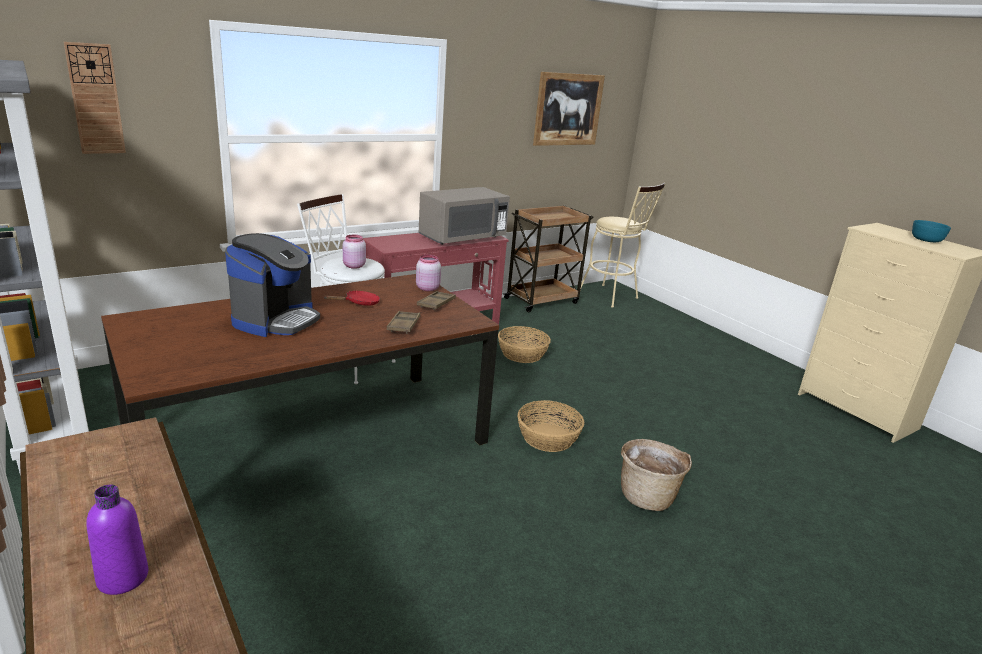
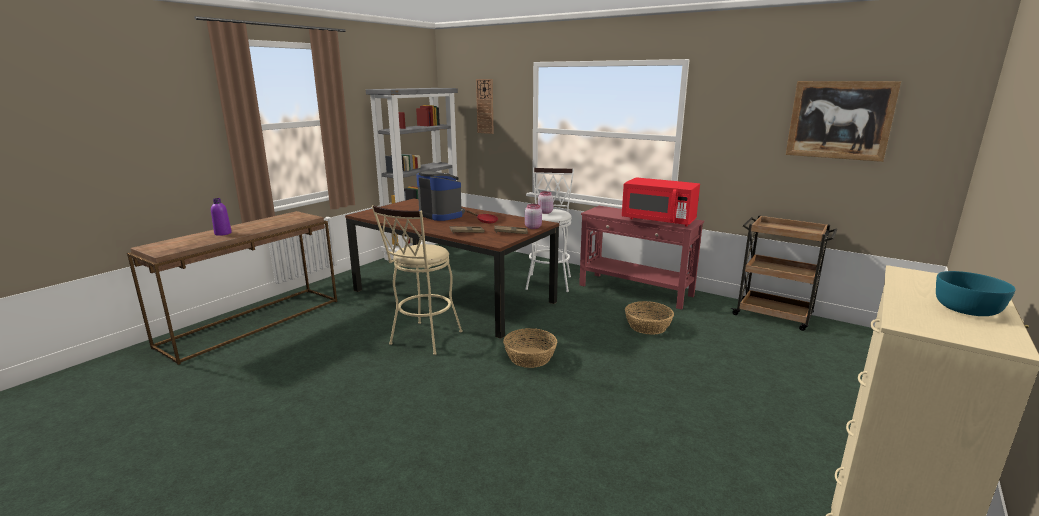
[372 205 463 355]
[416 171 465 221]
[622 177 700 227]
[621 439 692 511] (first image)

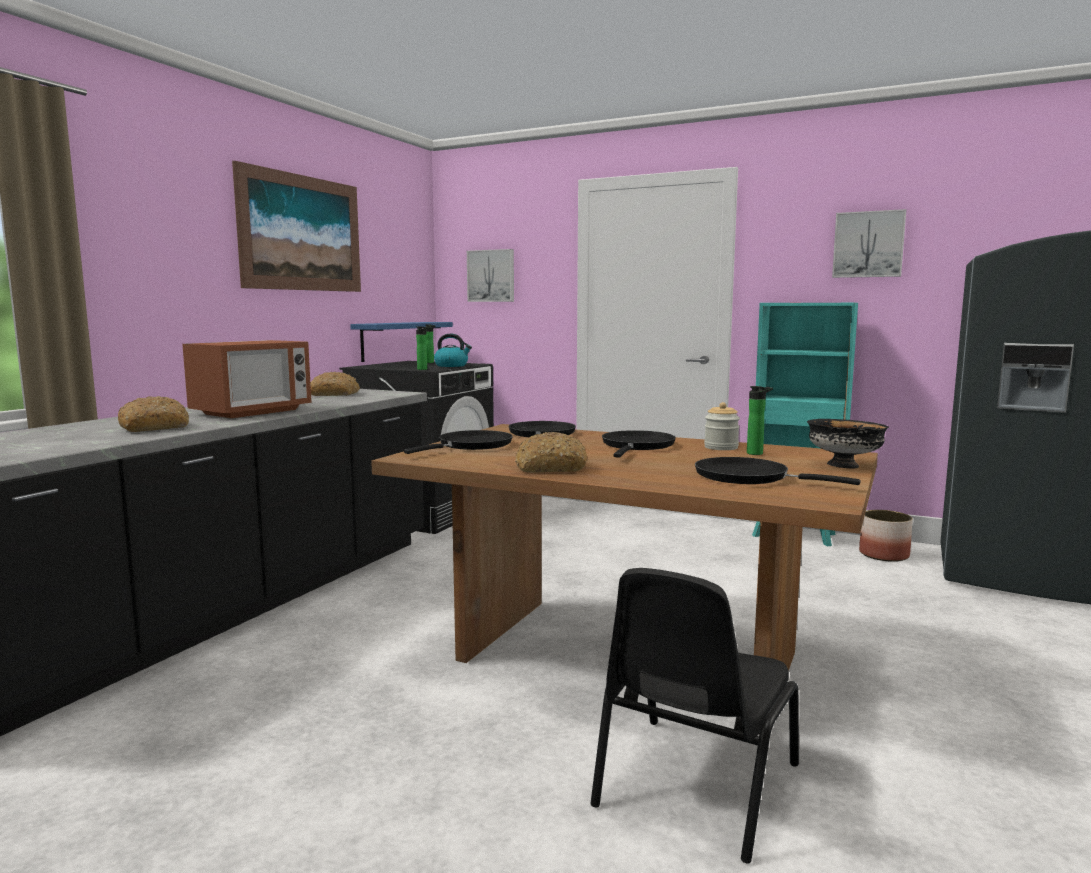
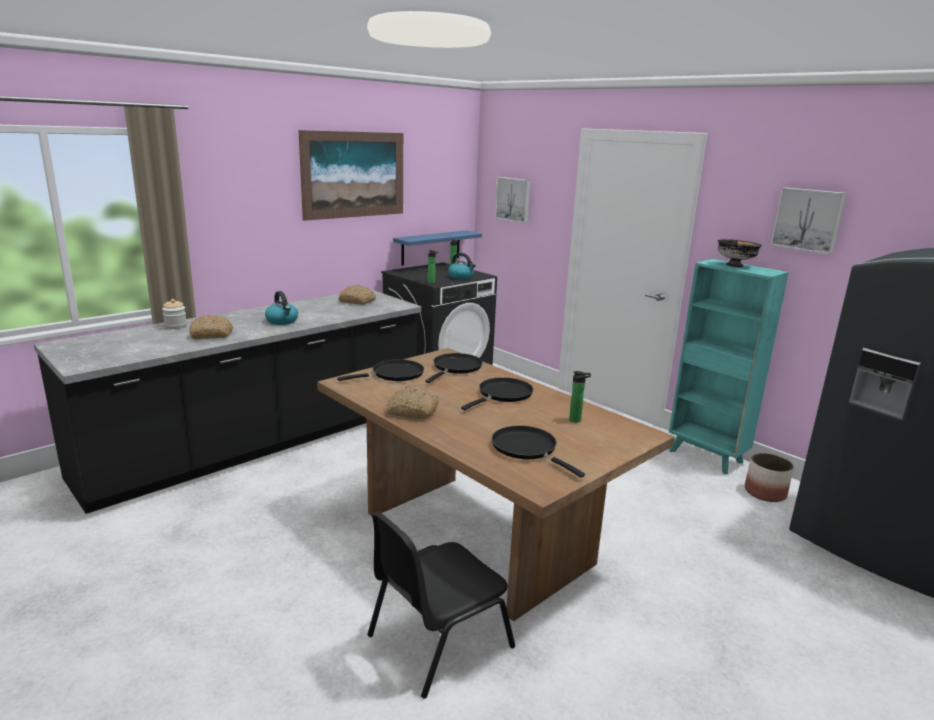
[162 299 187 329]
[265 291 298 325]
[718 239 762 267]

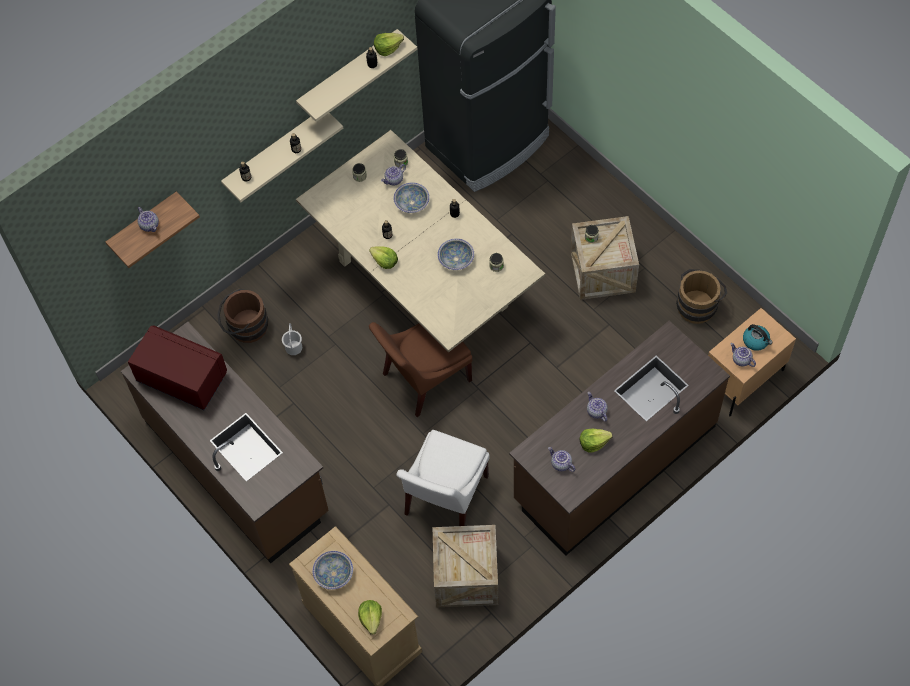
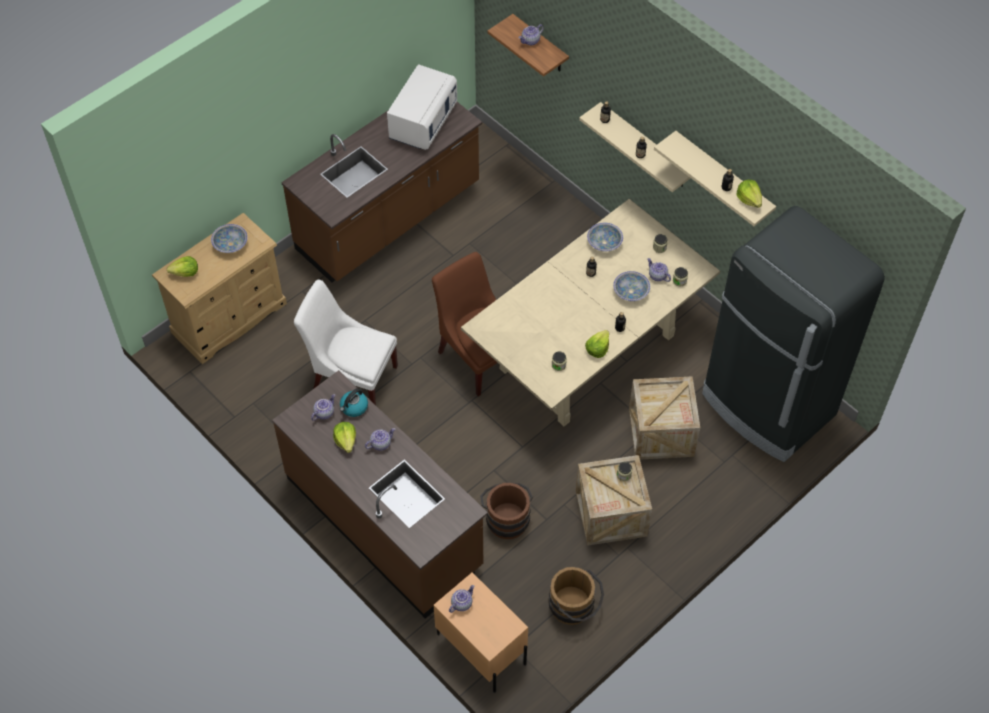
[340 388 368 417]
[387 64 457 150]
[480 483 533 539]
[585 330 609 358]
[587 223 623 251]
[629 376 700 460]
[282 323 302 355] (first image)

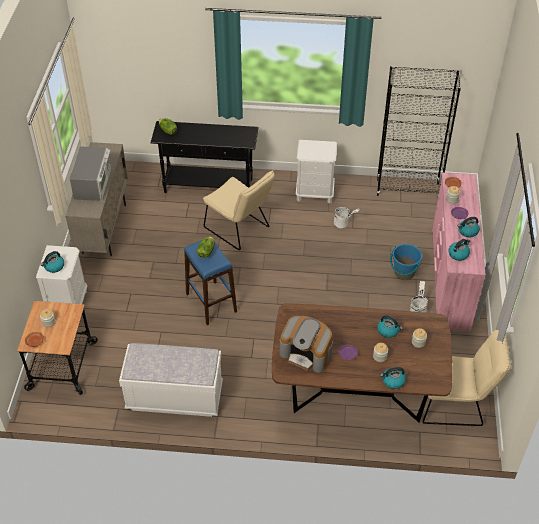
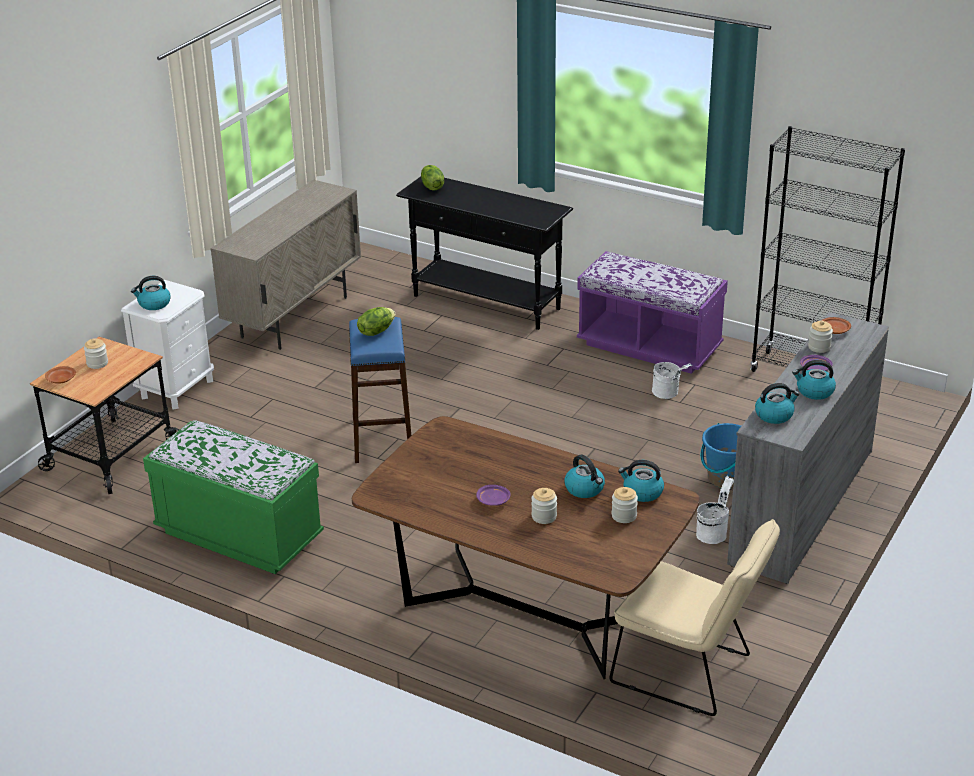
[143 420 324 574]
[577 251 728 374]
[618 460 664 502]
[727 312 889 584]
[69 146 111 201] (first image)
[203 171 275 250] (first image)
[280 316 333 373] (first image)

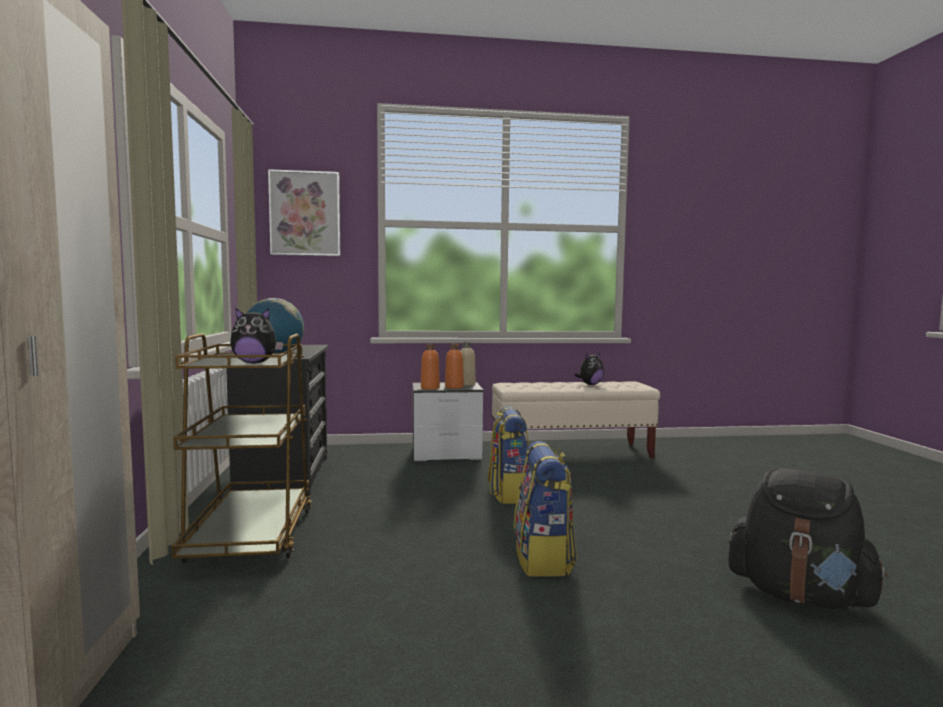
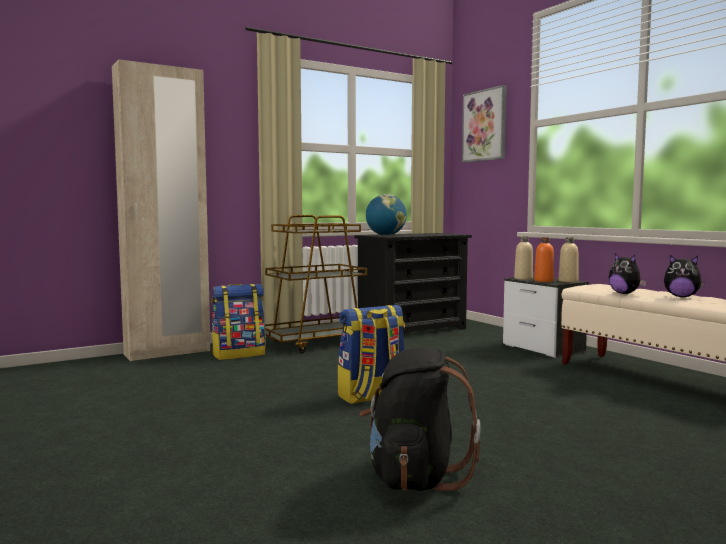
[211 284 266 360]
[514 236 533 280]
[609 254 647 294]

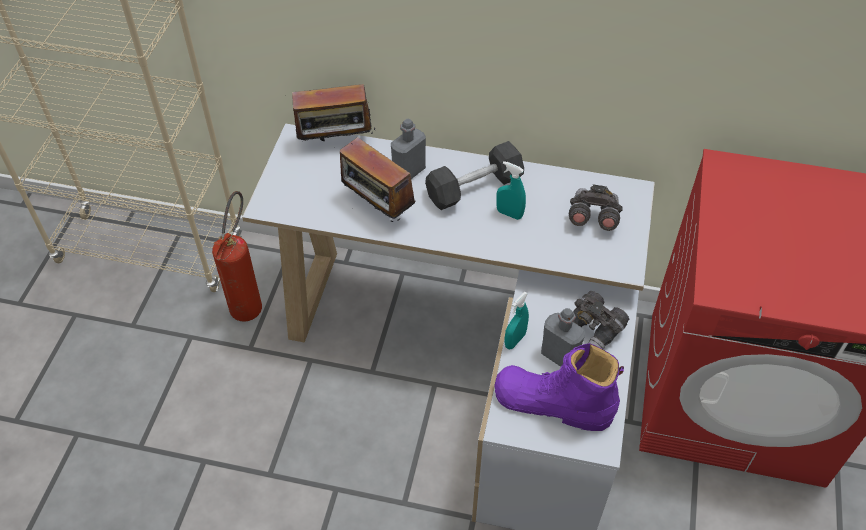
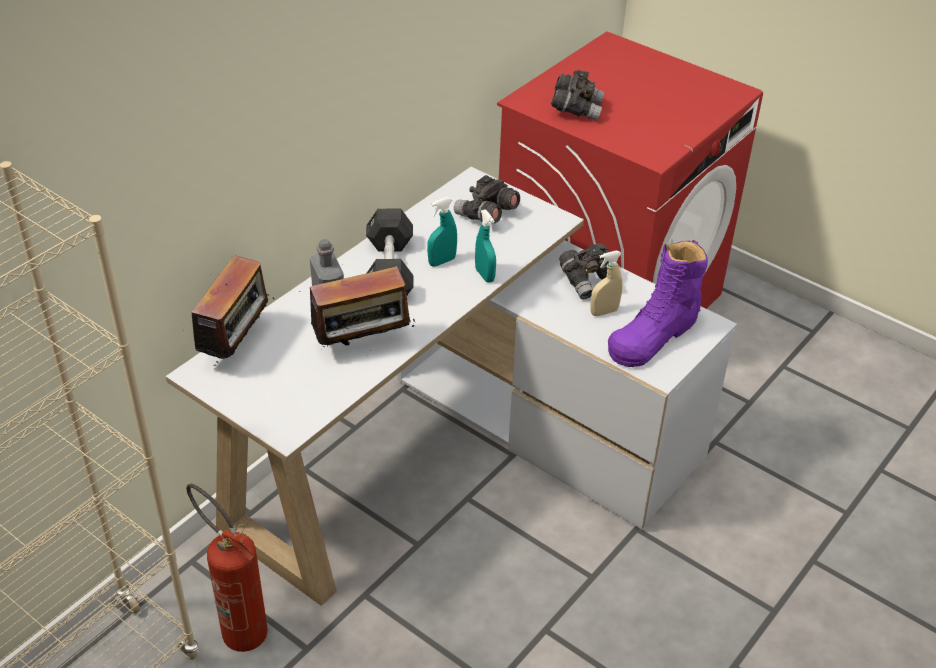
[475 209 496 283]
[551 70 605 121]
[591 250 623 316]

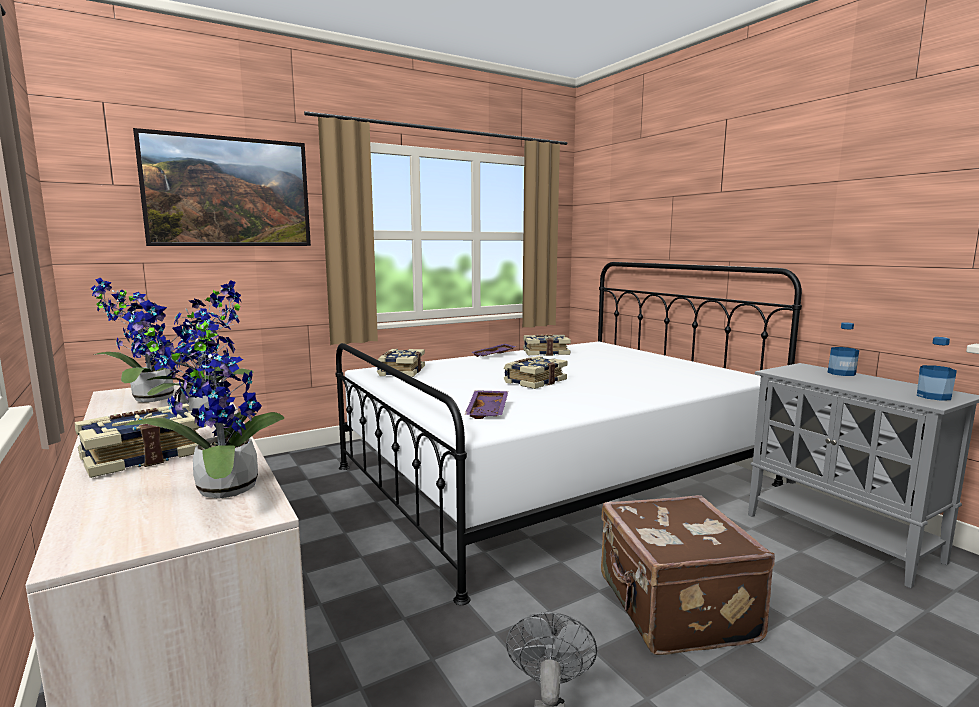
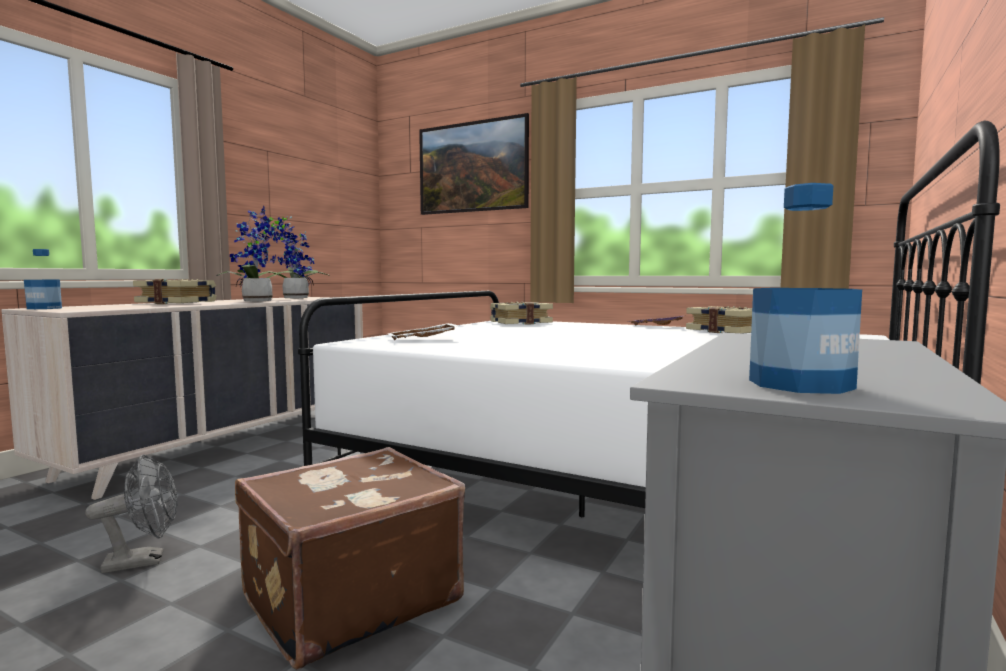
[24 249 62 309]
[388 323 459 340]
[122 300 284 499] (first image)
[504 356 567 389] (first image)

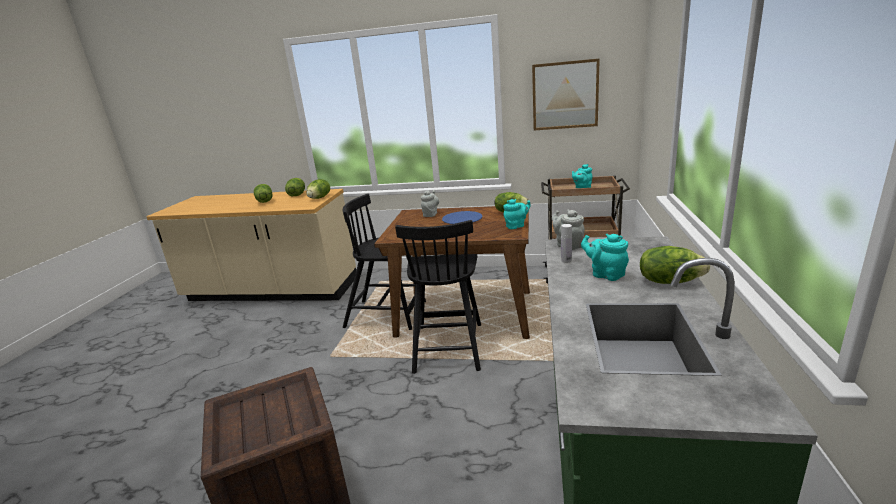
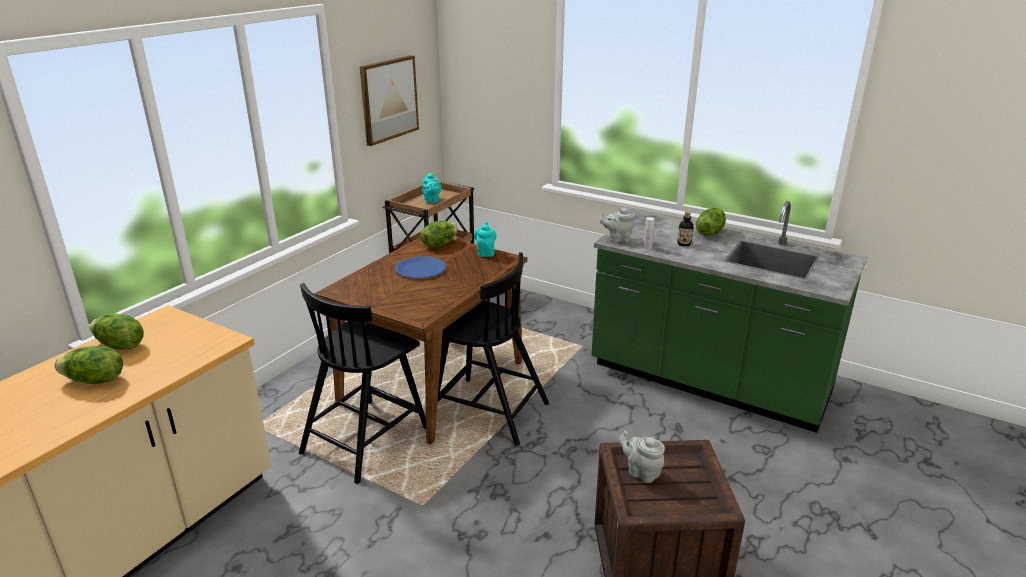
[619 431 665 483]
[677 211 693 246]
[306 179 330 199] (first image)

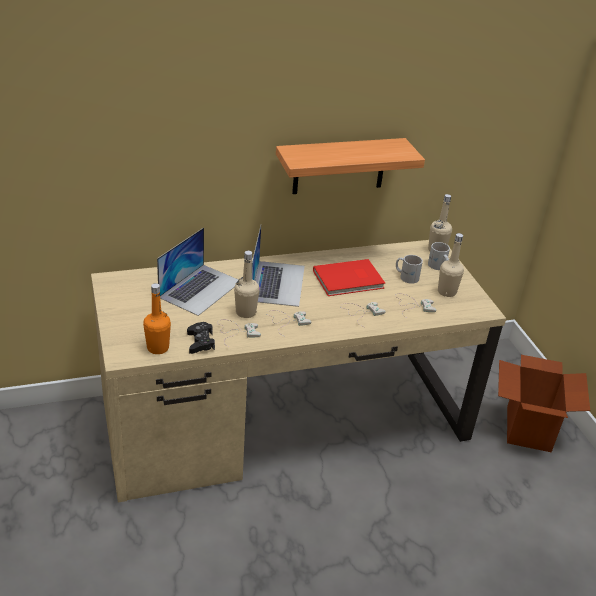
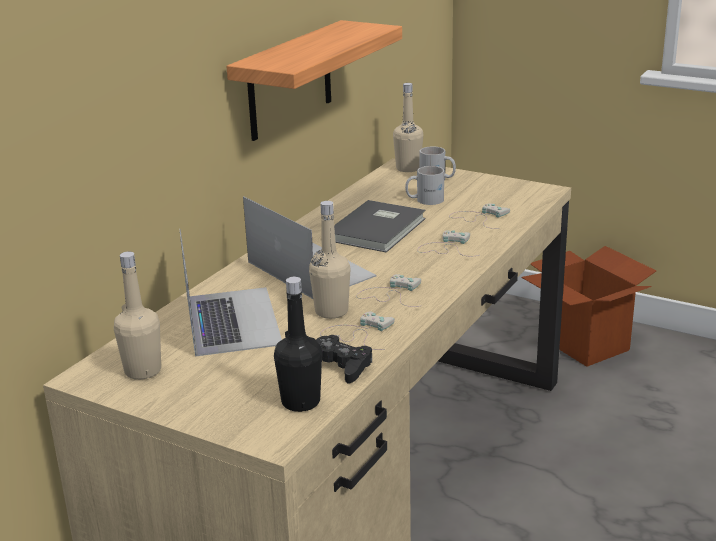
[114 252 161 380]
[274 277 322 412]
[334 200 426 252]

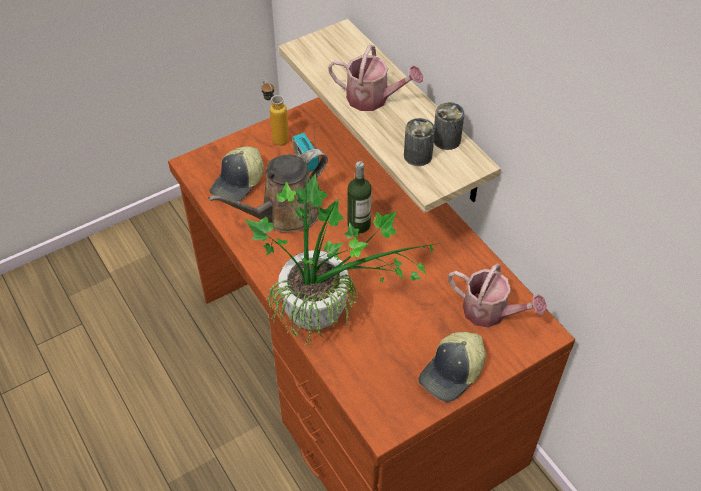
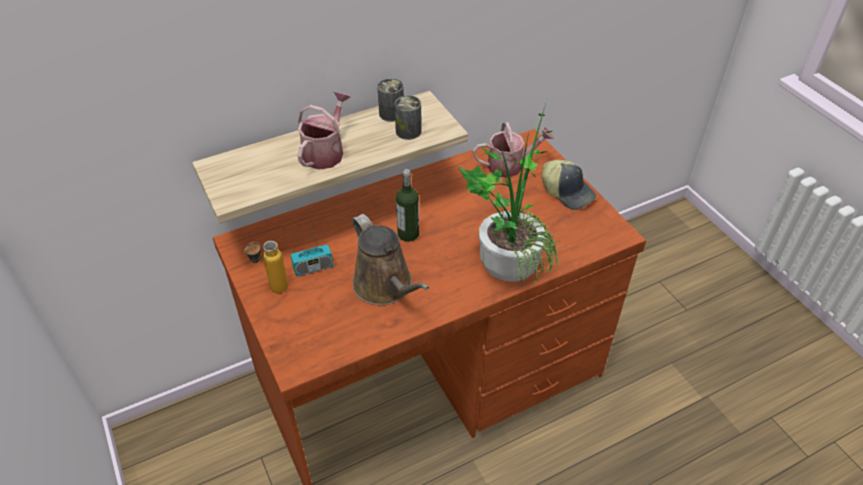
[473 122 554 178]
[210 146 264 202] (first image)

